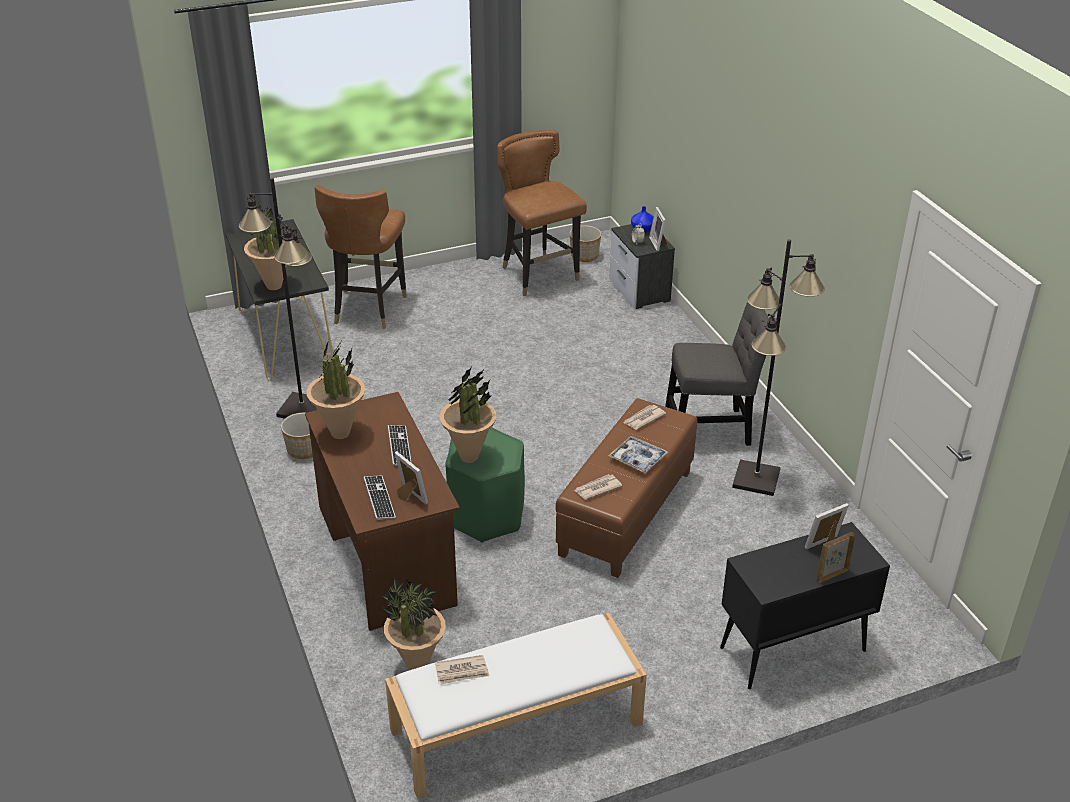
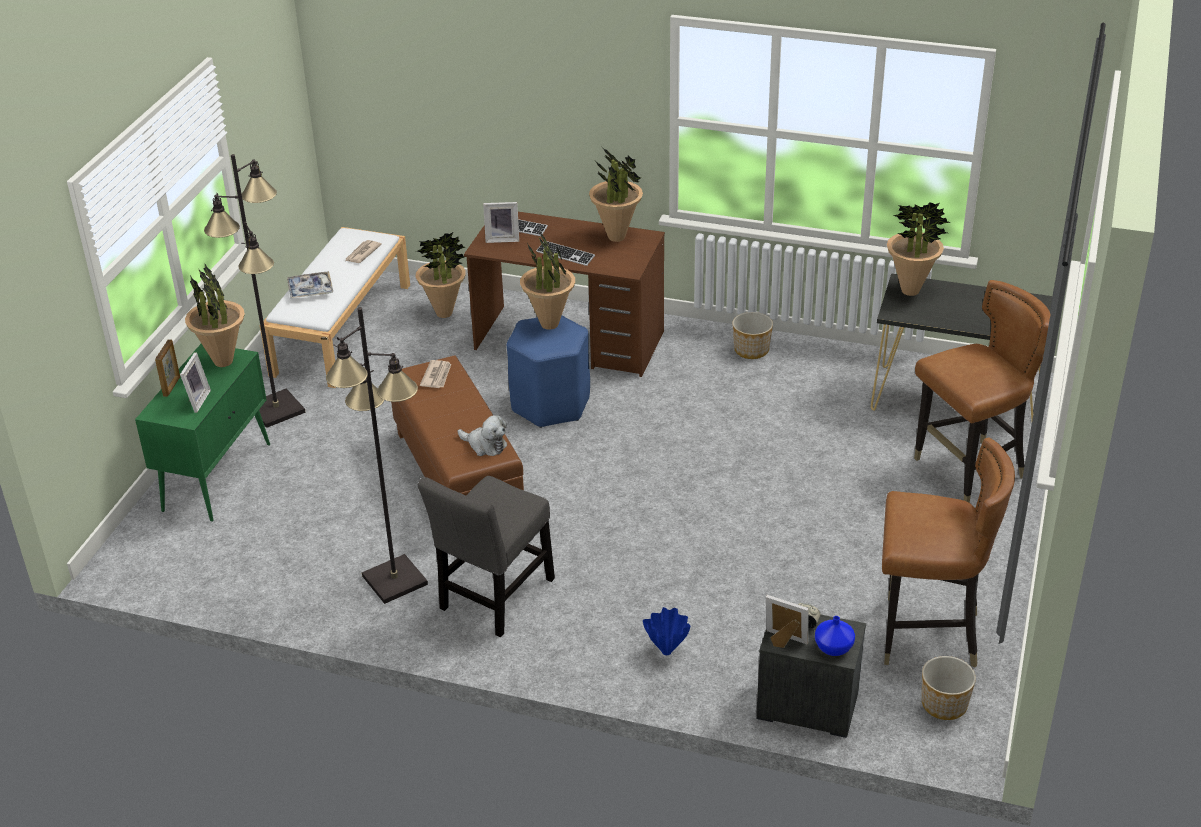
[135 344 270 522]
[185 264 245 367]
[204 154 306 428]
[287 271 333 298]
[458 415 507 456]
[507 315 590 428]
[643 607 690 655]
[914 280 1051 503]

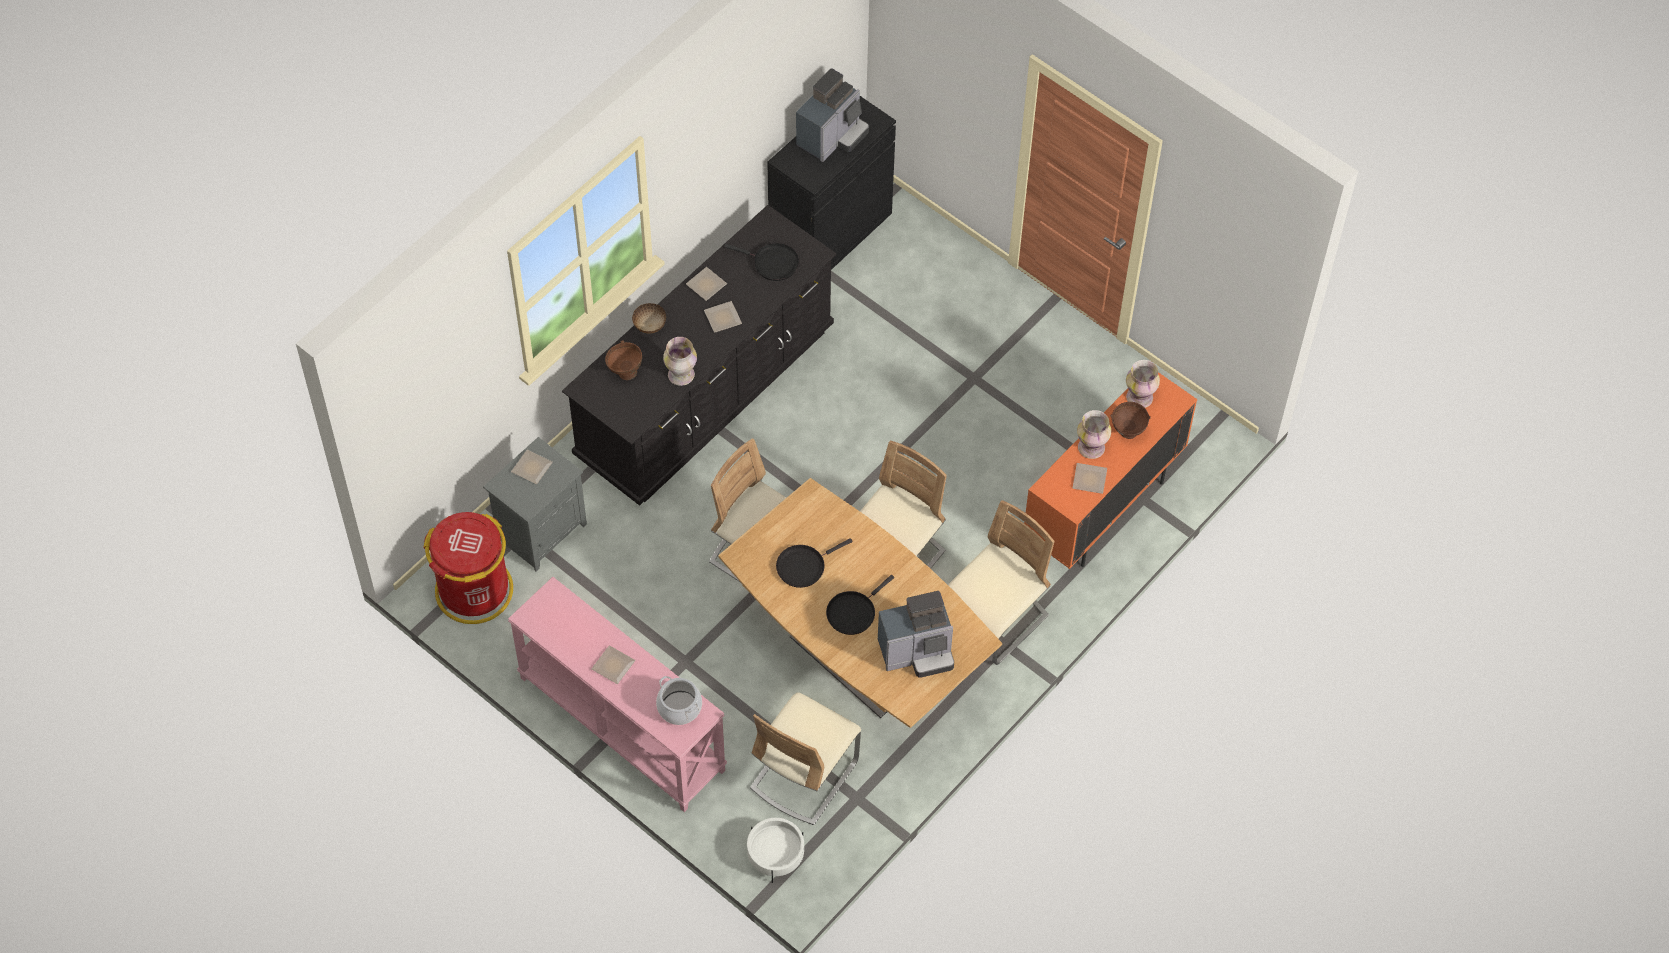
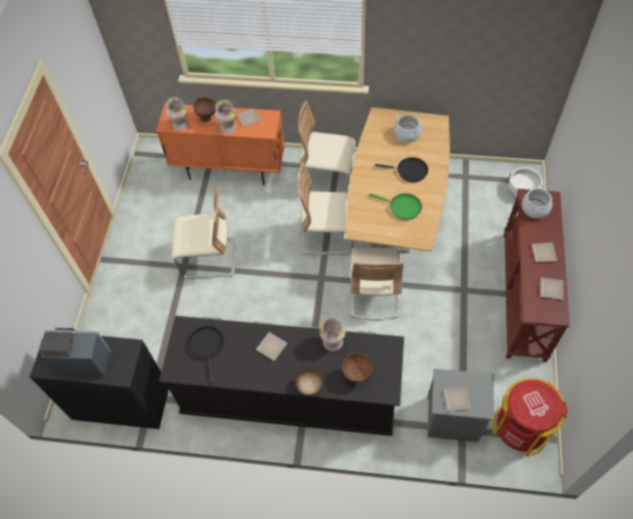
[172 184 237 279]
[369 193 422 220]
[394 114 422 142]
[504 189 570 362]
[540 278 563 300]

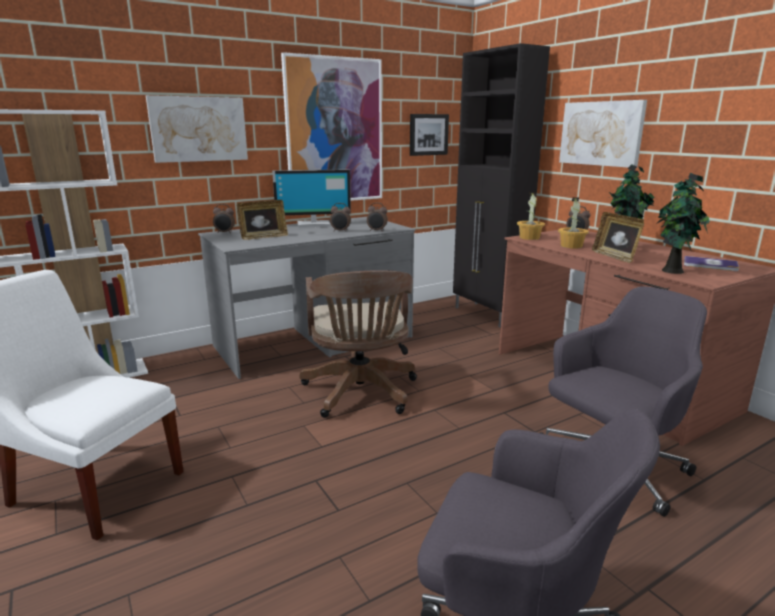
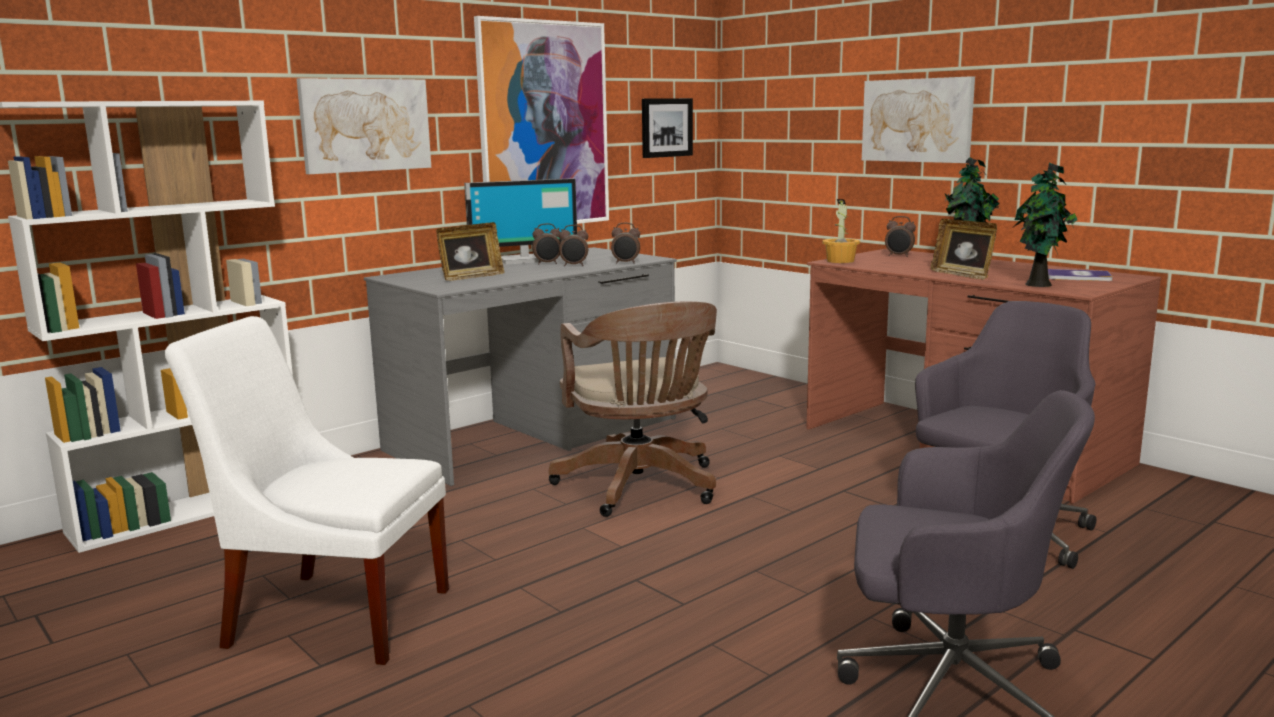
[532 223 560 264]
[453 43 550 328] (first image)
[558 197 589 248] (first image)

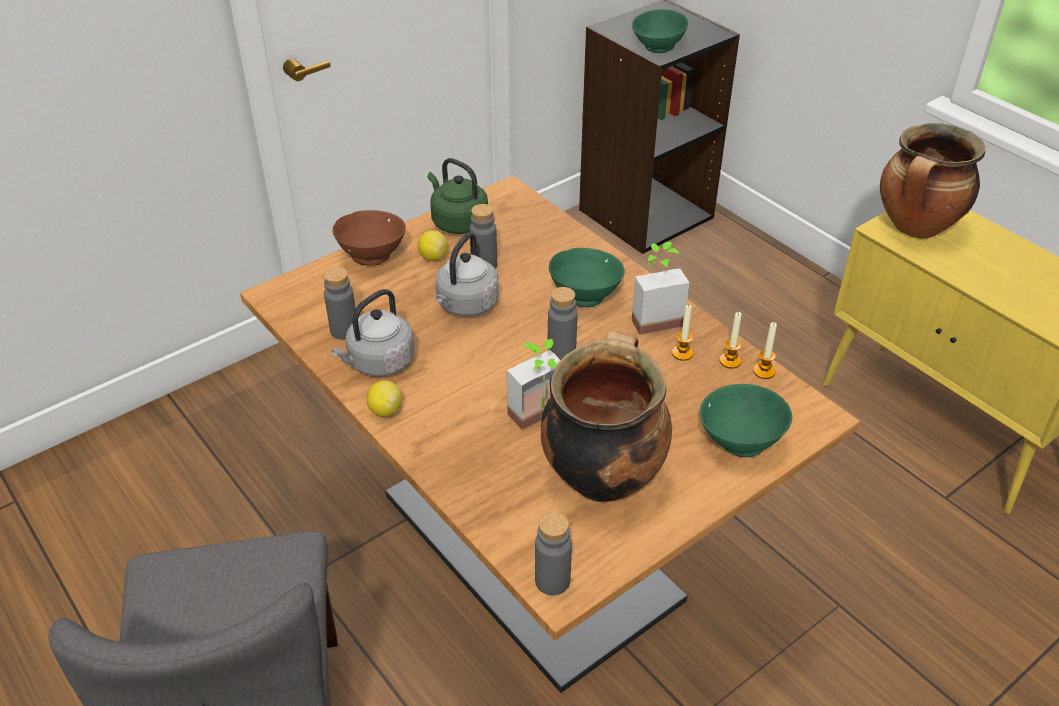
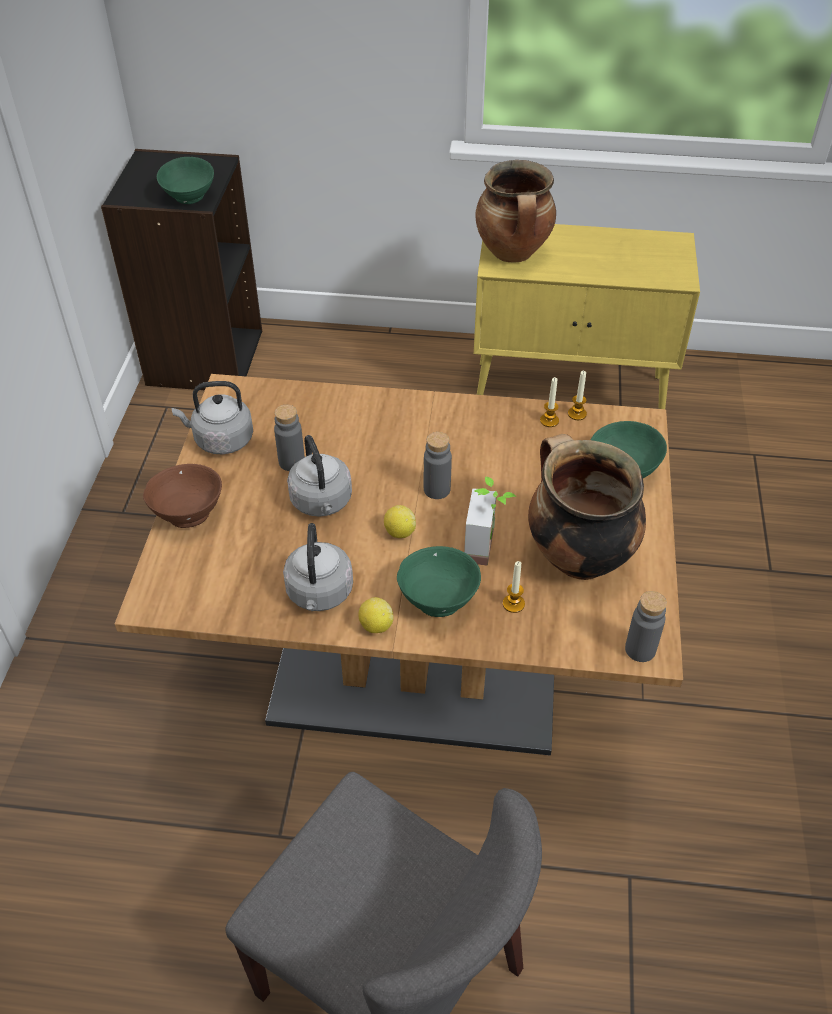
[172 381 253 454]
[384 505 416 538]
[397 546 481 617]
[503 561 525 613]
[324 267 356 340] (first image)
[632 242 689 335] (first image)

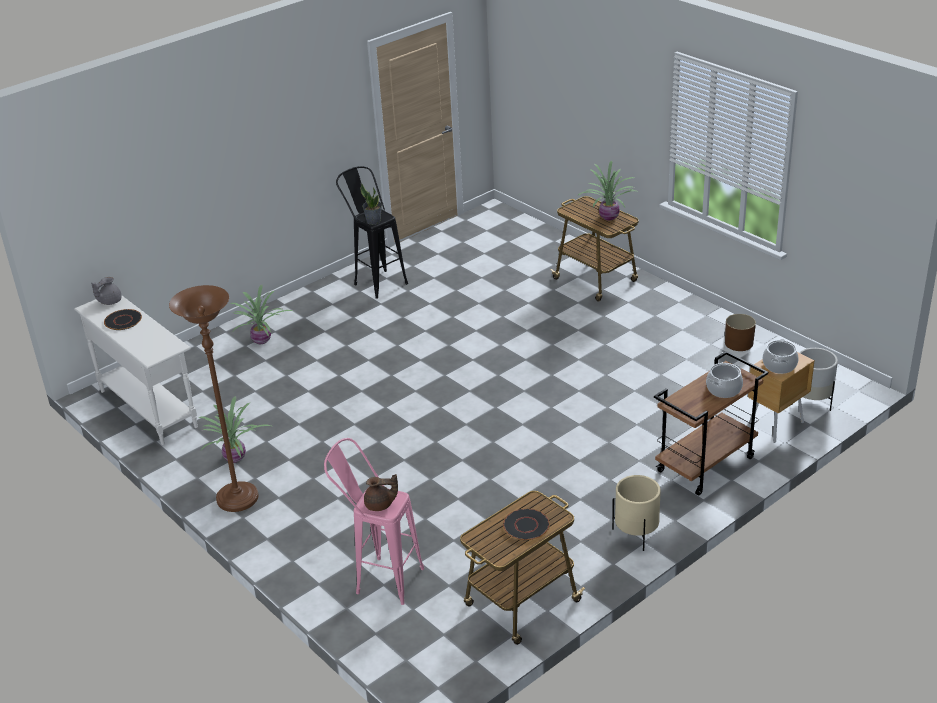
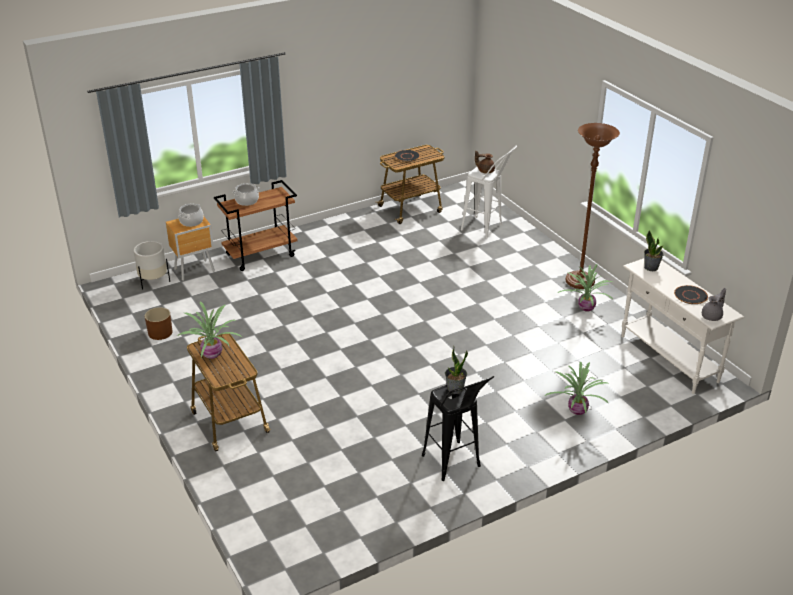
[461 146 517 238]
[644 231 664 271]
[612 475 661 551] (first image)

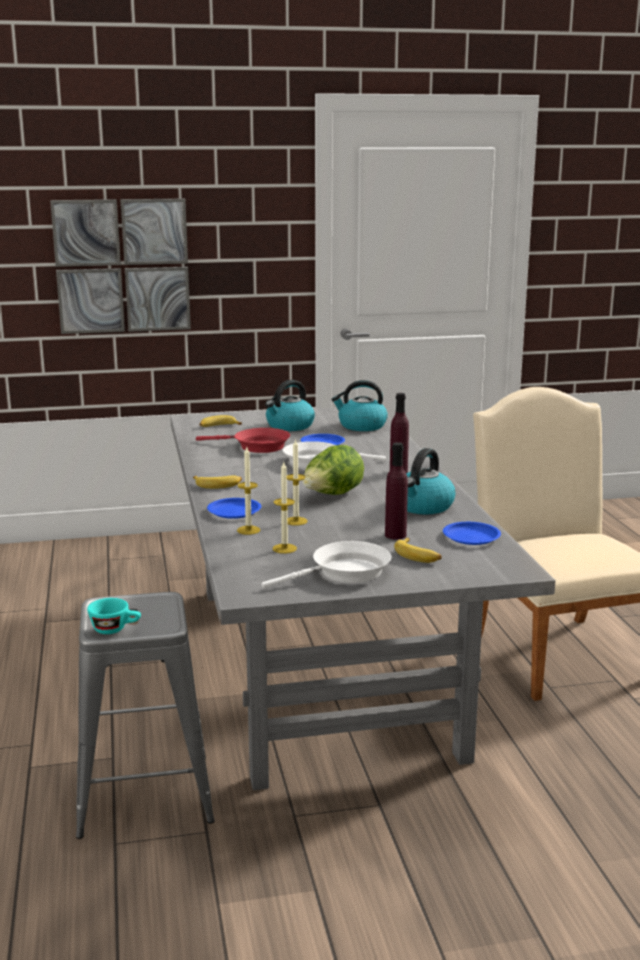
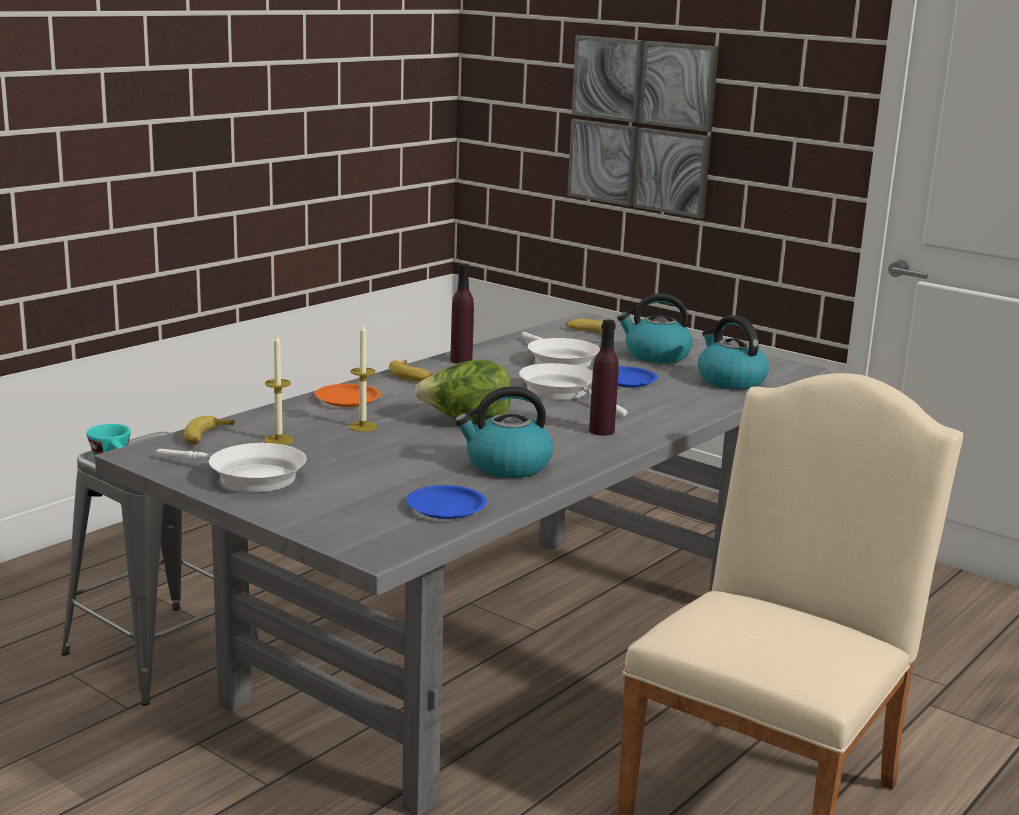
[184 416 235 445]
[315 384 381 407]
[450 263 474 364]
[522 332 600 368]
[237 447 260 535] (first image)

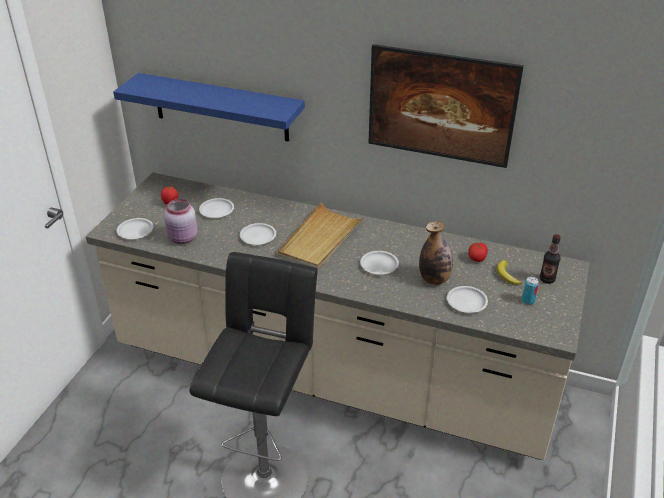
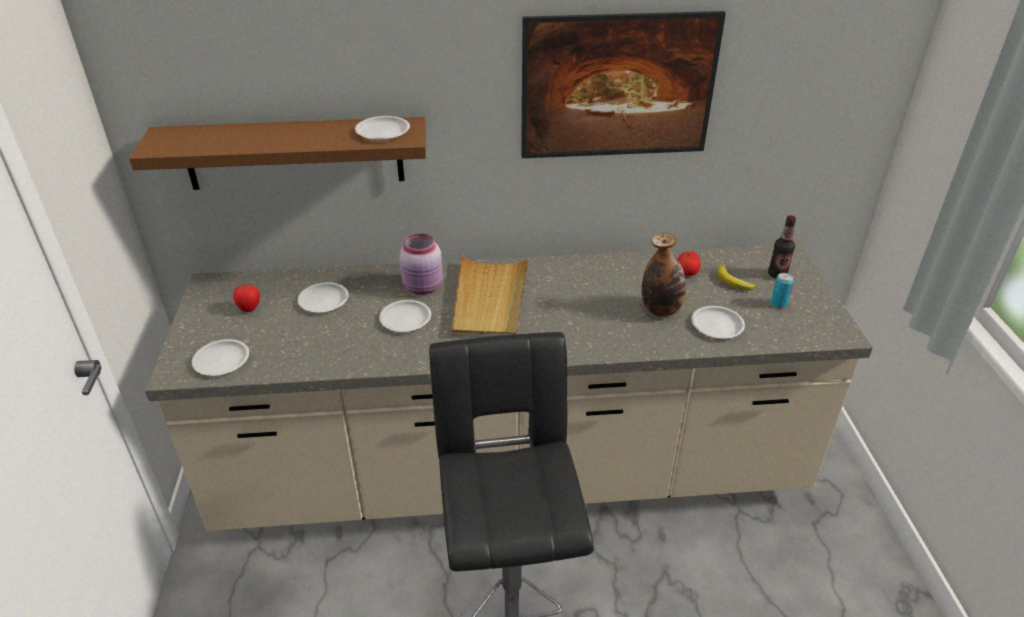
[129 117 426 190]
[355 116 410 141]
[400 233 443 295]

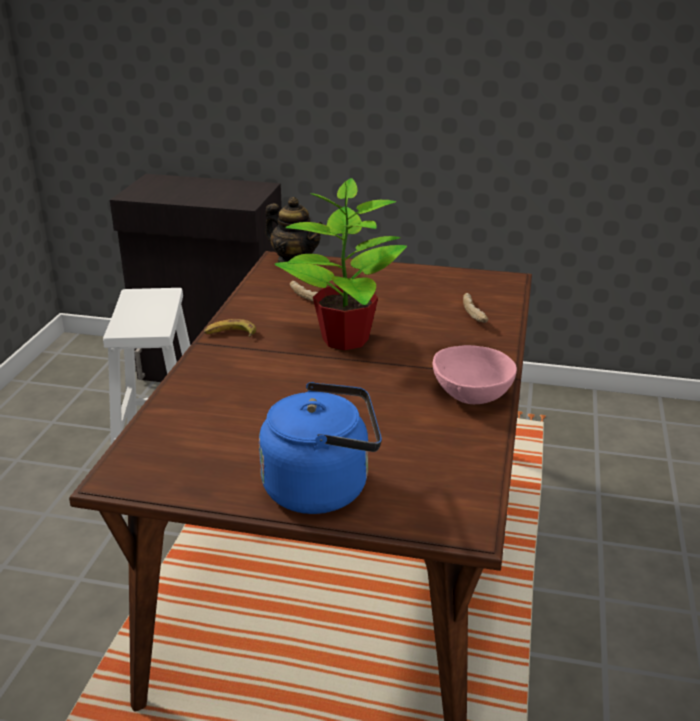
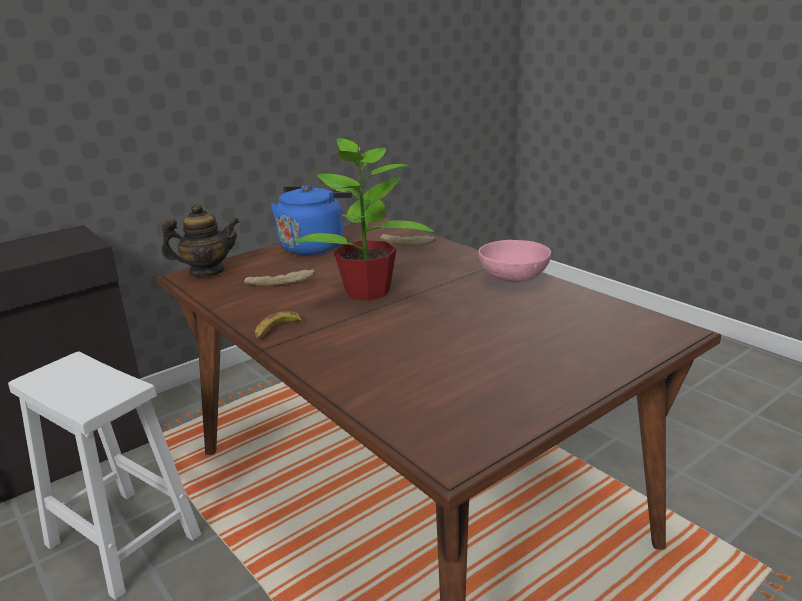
[271 185 352 255]

